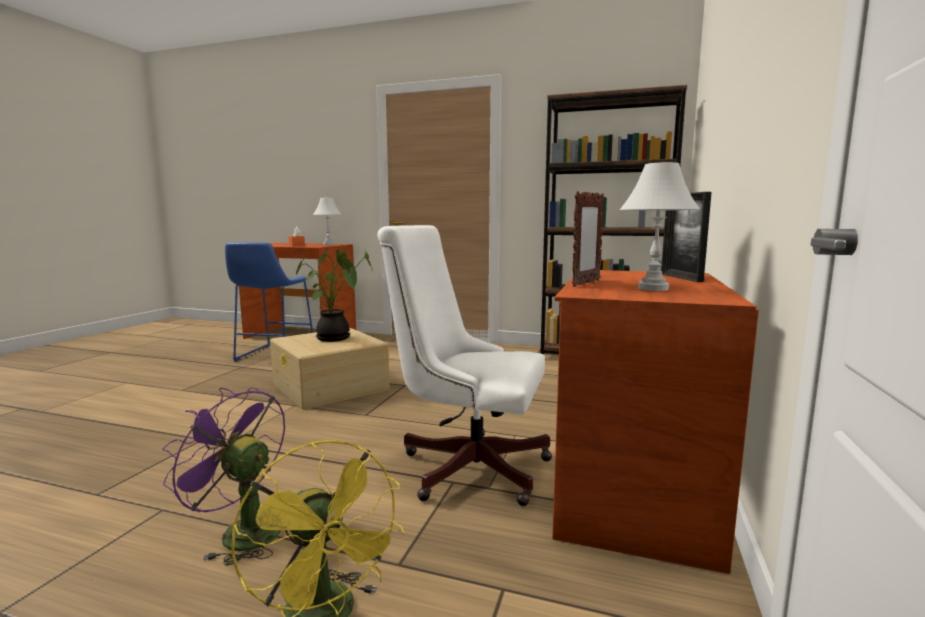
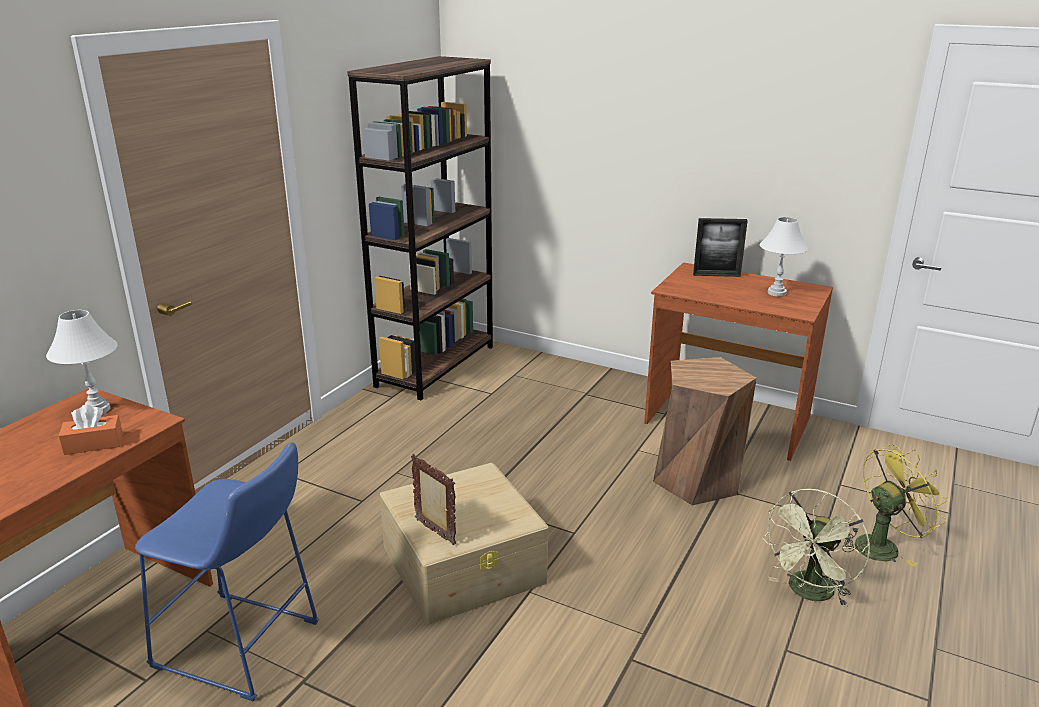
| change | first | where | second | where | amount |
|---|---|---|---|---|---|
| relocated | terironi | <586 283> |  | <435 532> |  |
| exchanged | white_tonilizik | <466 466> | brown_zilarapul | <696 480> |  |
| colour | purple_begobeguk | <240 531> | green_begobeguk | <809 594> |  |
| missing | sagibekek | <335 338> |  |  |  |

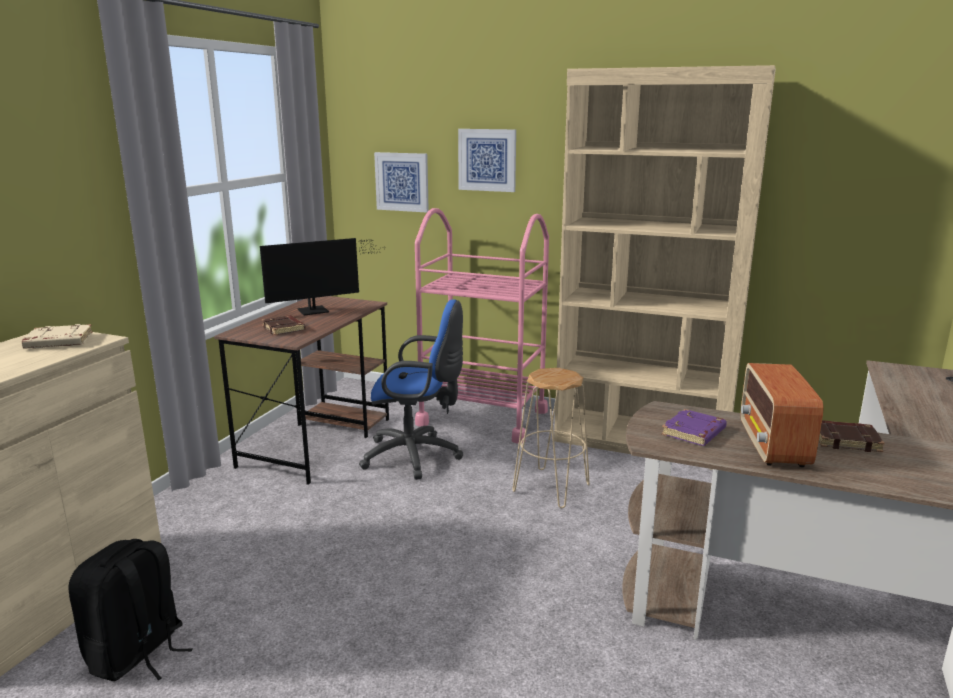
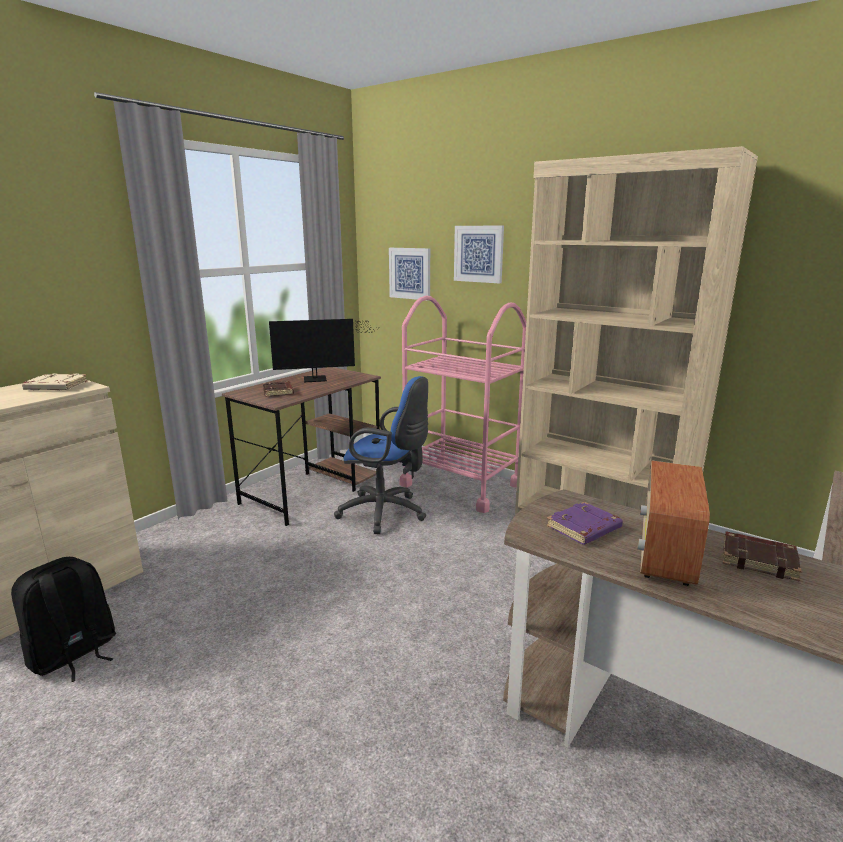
| change | first | where | second | where | amount |
|---|---|---|---|---|---|
| missing | beige_zilarapul | <551 487> |  |  |  |

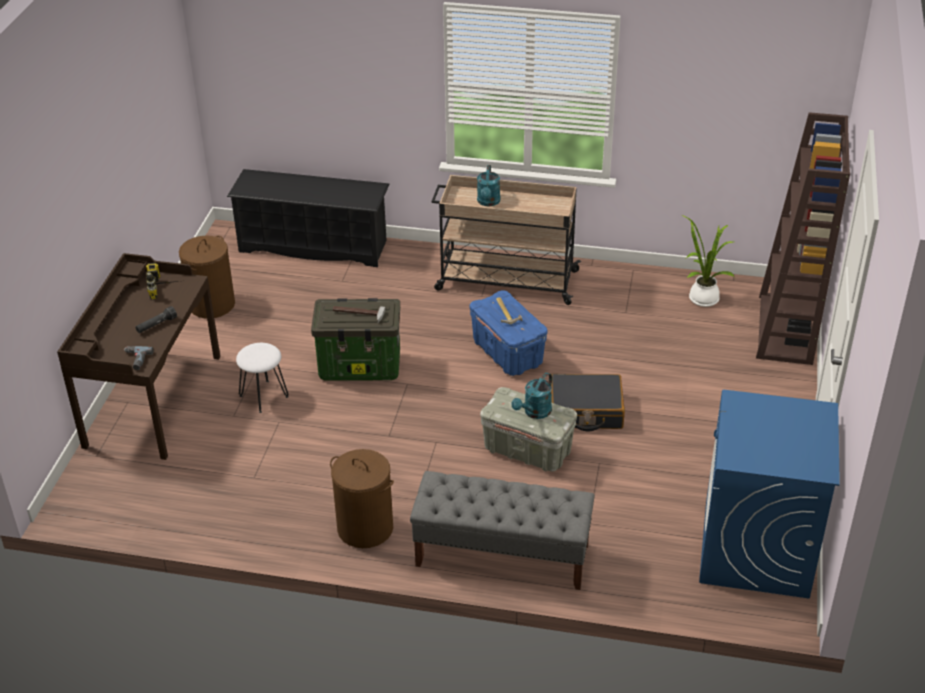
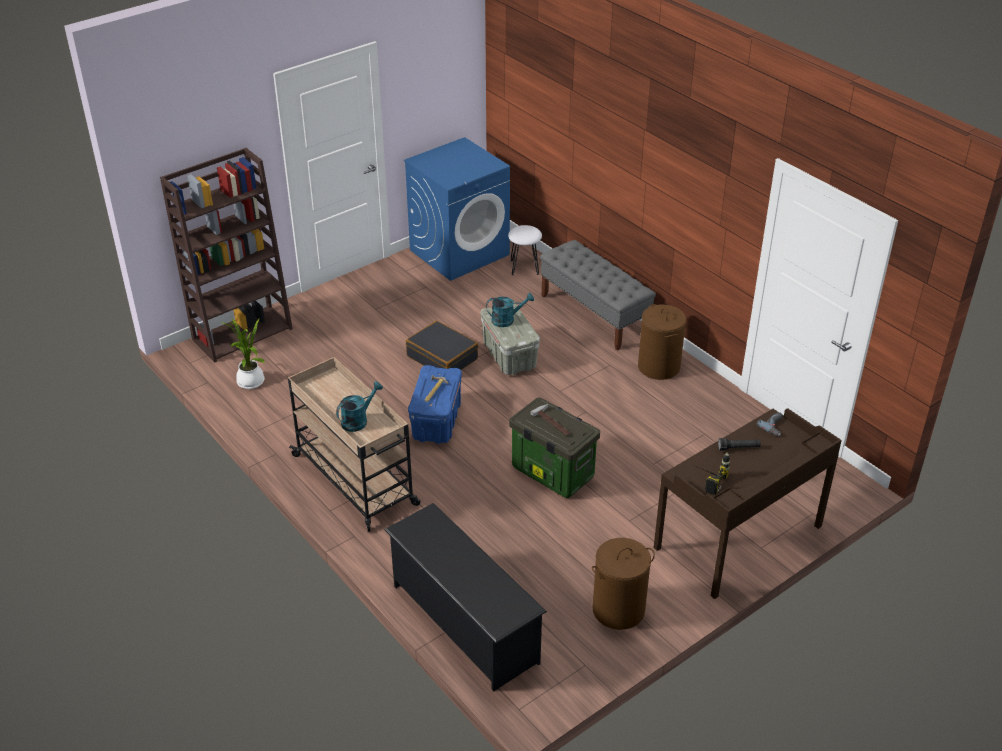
| change | first | where | second | where | amount |
|---|---|---|---|---|---|
| relocated | white_zilarapul | <264 396> |  | <524 267> |  |

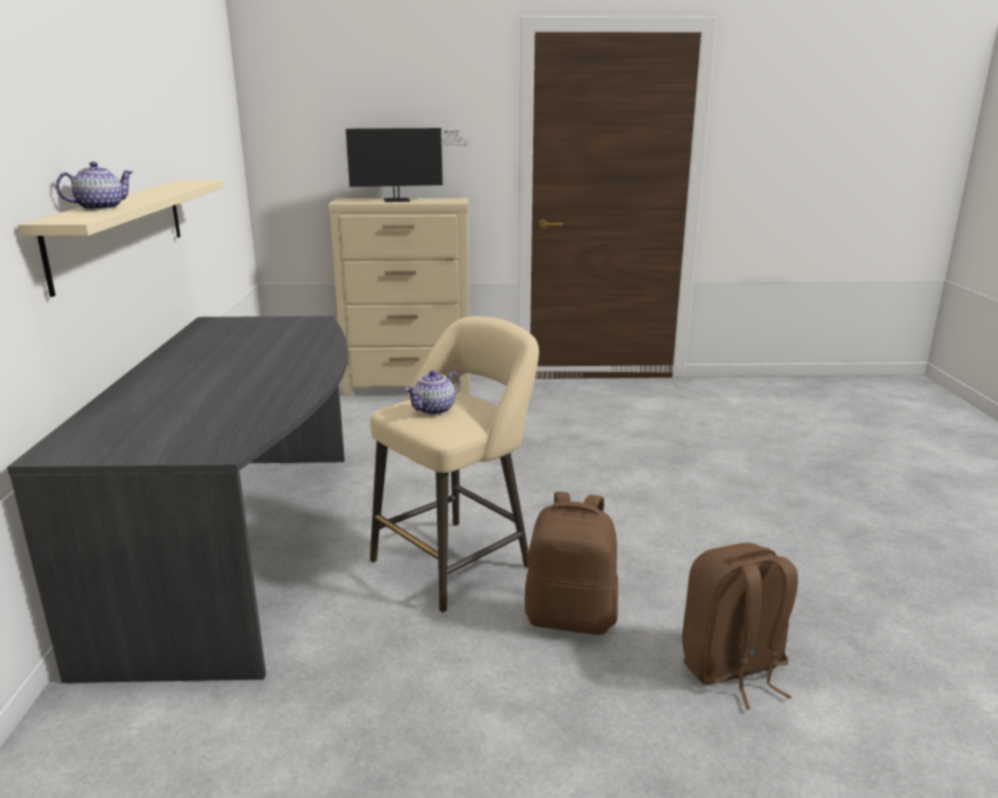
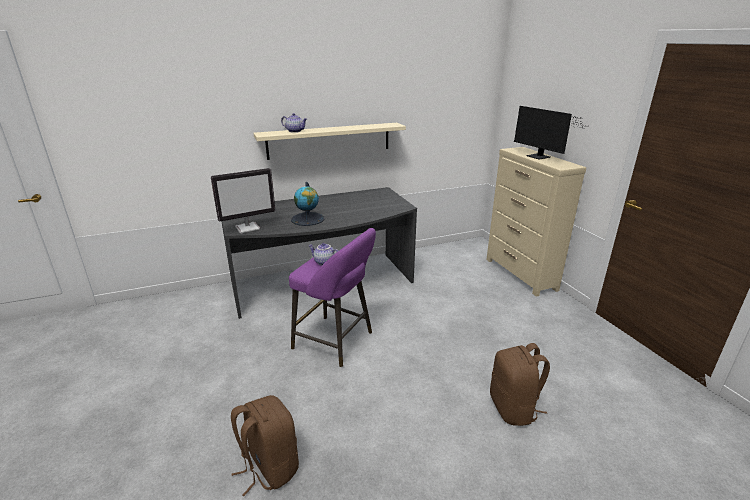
| change | first | where | second | where | amount |
|---|---|---|---|---|---|
| appeared |  |  | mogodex | <248 228> |  |
| colour | beige_zilarapul | <457 560> | purple_zilarapul | <336 342> |  |
| appeared |  |  | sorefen | <308 219> |  |
| relocated | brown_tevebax | <571 617> |  | <513 409> |  |

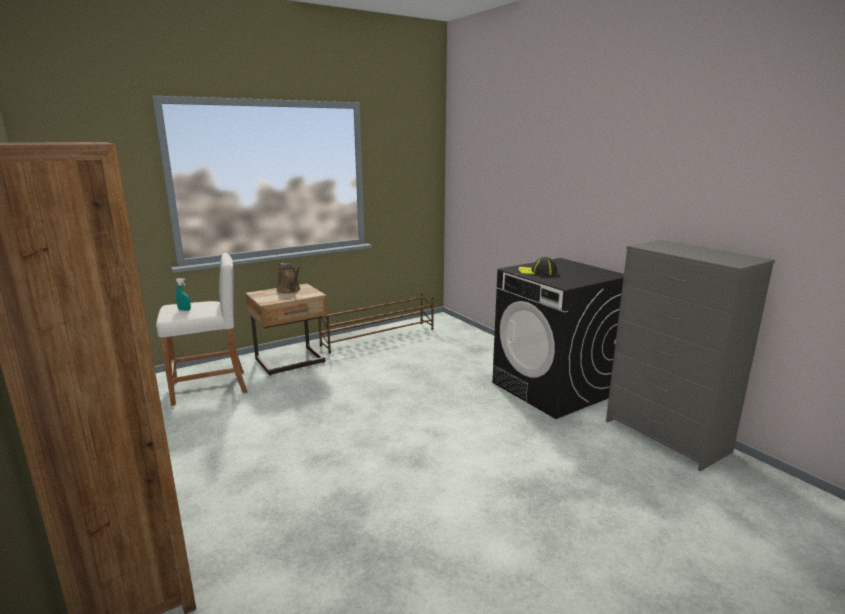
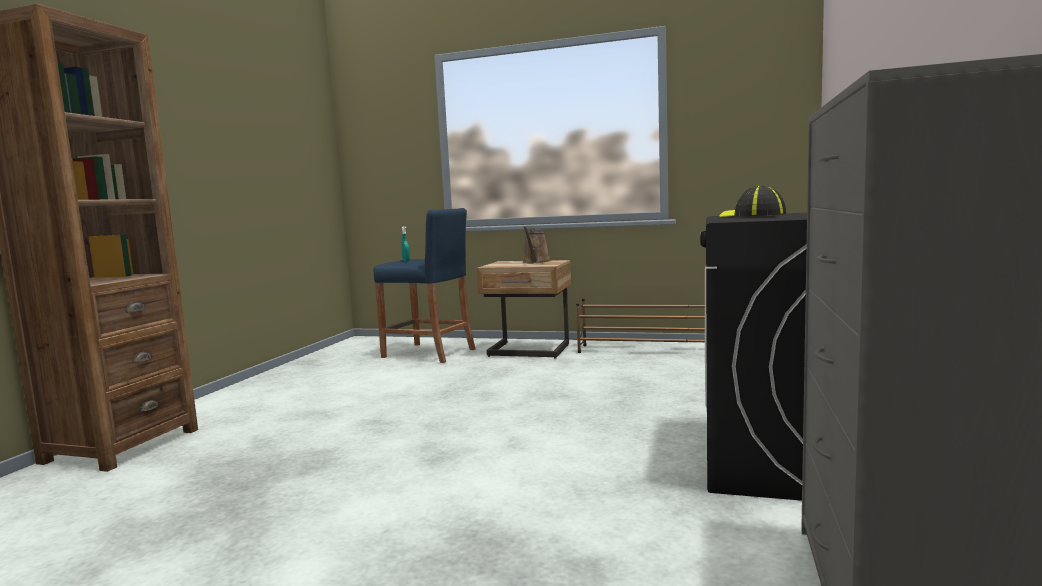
| change | first | where | second | where | amount |
|---|---|---|---|---|---|
| colour | white_zilarapul | <209 387> | blue_zilarapul | <428 353> |  |

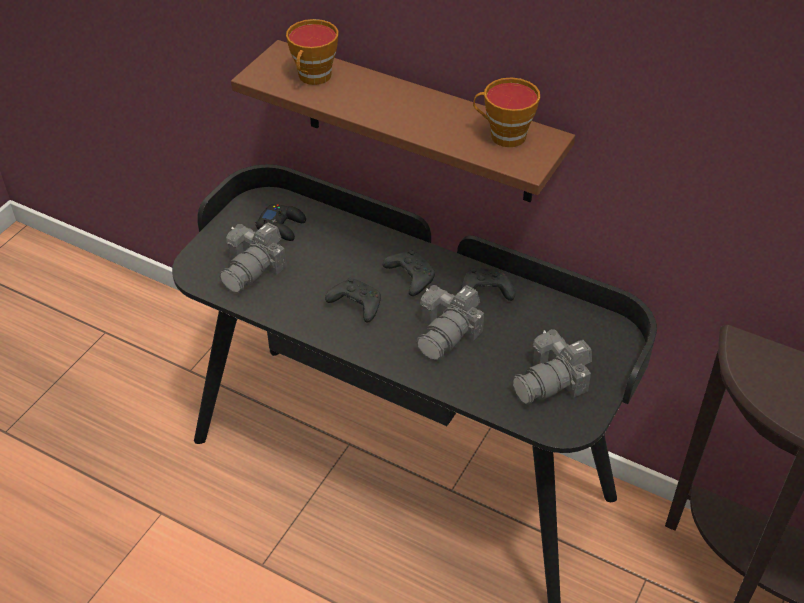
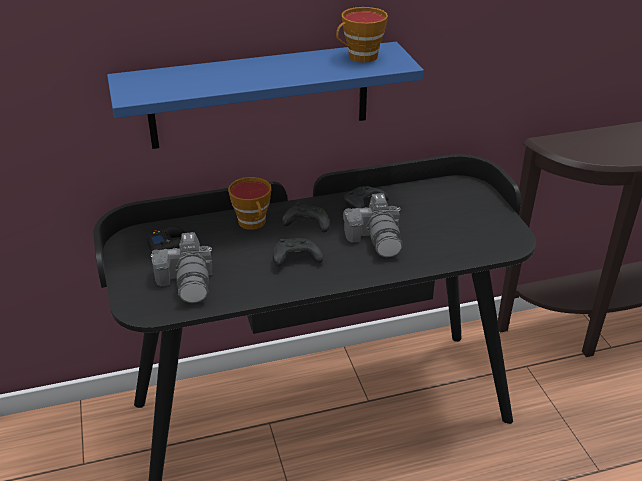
| change | first | where | second | where | amount |
|---|---|---|---|---|---|
| colour | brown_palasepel | <418 123> | blue_palasepel | <260 96> |  |
| relocated | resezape | <313 78> |  | <253 223> |  |
| missing | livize | <552 382> |  |  |  |

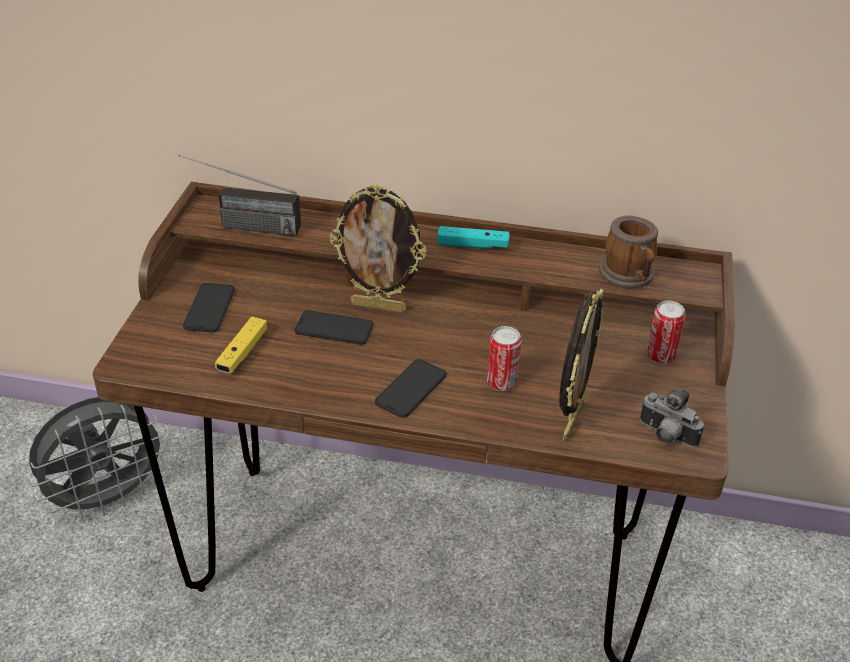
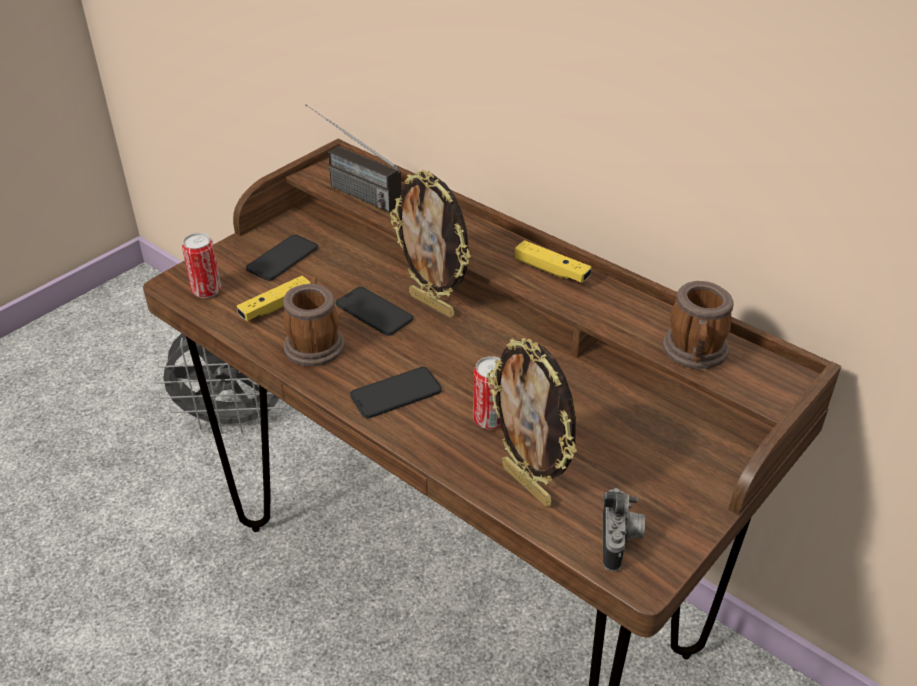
| change | first | where | second | where | amount |
|---|---|---|---|---|---|
| relocated | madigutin | <660 356> |  | <206 290> |  |
| appeared |  |  | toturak | <315 342> |  |
| spun | terironi | <570 421> |  | <528 485> | 90 degrees clockwise |
| colour | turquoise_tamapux | <472 245> | yellow_tamapux | <551 270> |  |
| spun | livize | <665 436> |  | <620 542> | 150 degrees counterclockwise |

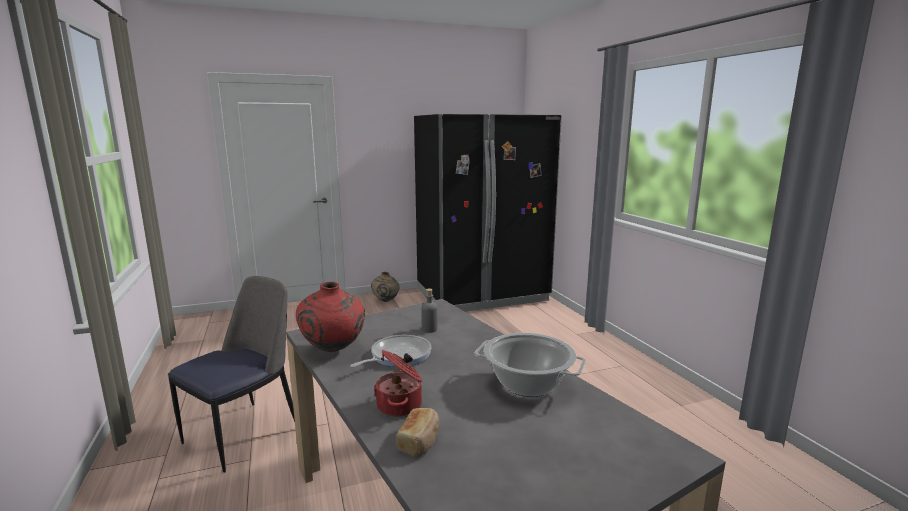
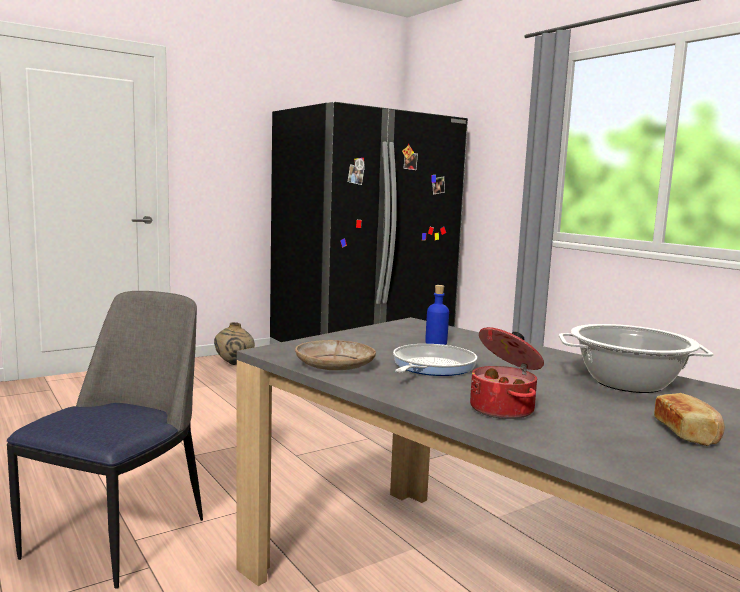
| change | first | where | second | where | amount |
|---|---|---|---|---|---|
| exchanged | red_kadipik | <333 350> | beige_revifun | <334 365> |  |
| colour | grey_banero | <429 329> | blue_banero | <436 343> |  |
| relocated | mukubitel | <420 441> |  | <687 433> |  |

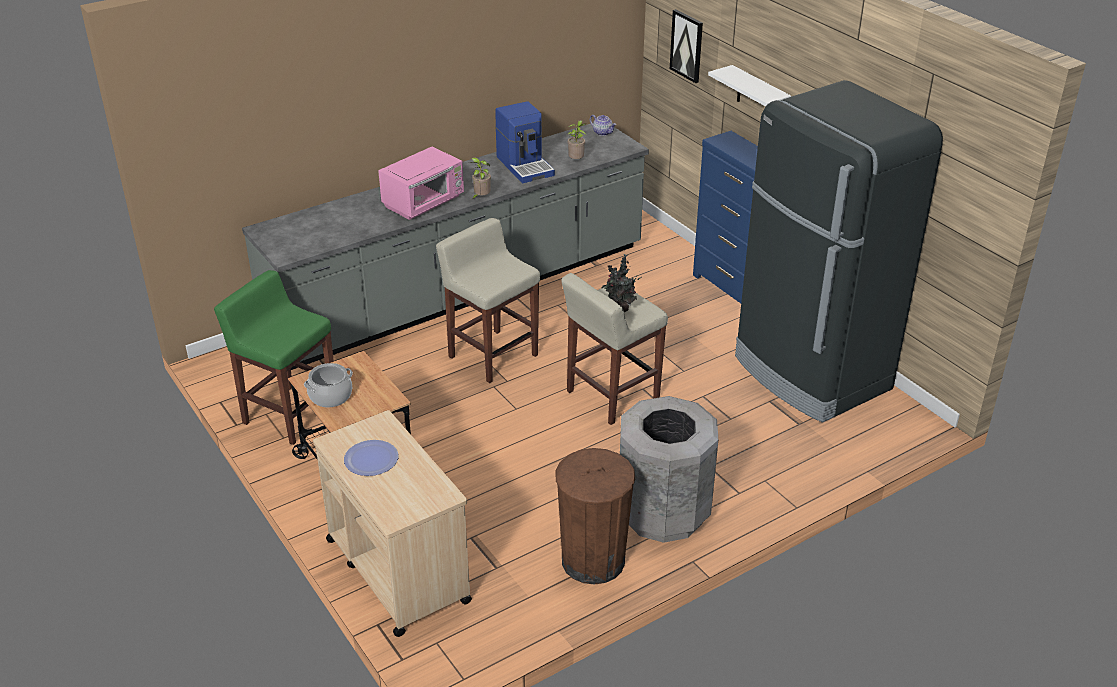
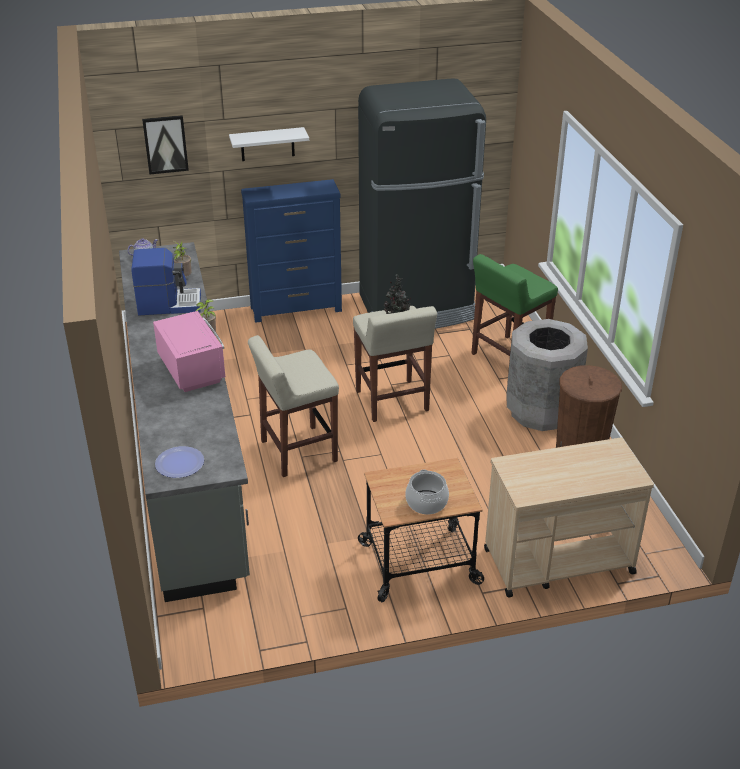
| change | first | where | second | where | amount |
|---|---|---|---|---|---|
| relocated | revifun | <371 459> |  | <179 463> |  |
| relocated | green_zilarapul | <289 414> |  | <507 357> |  |

